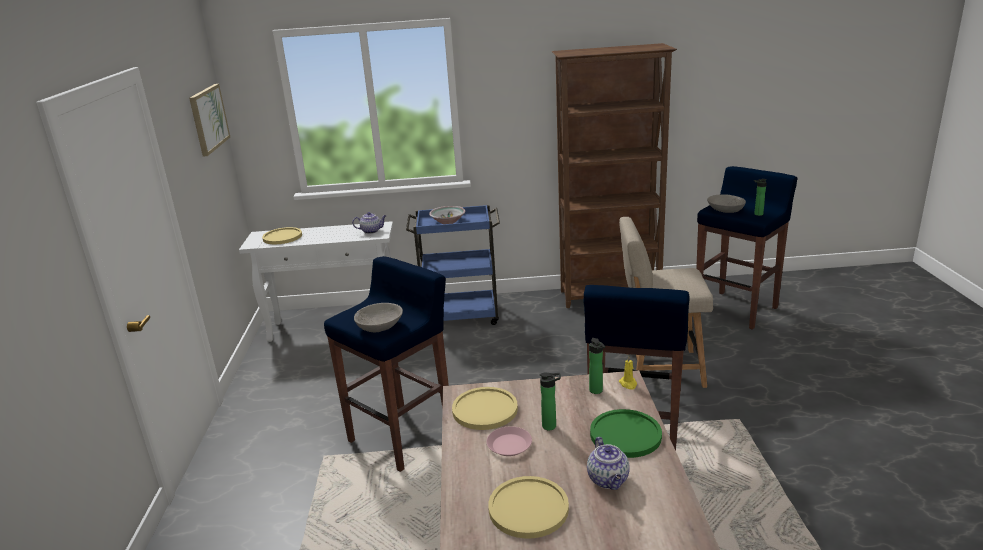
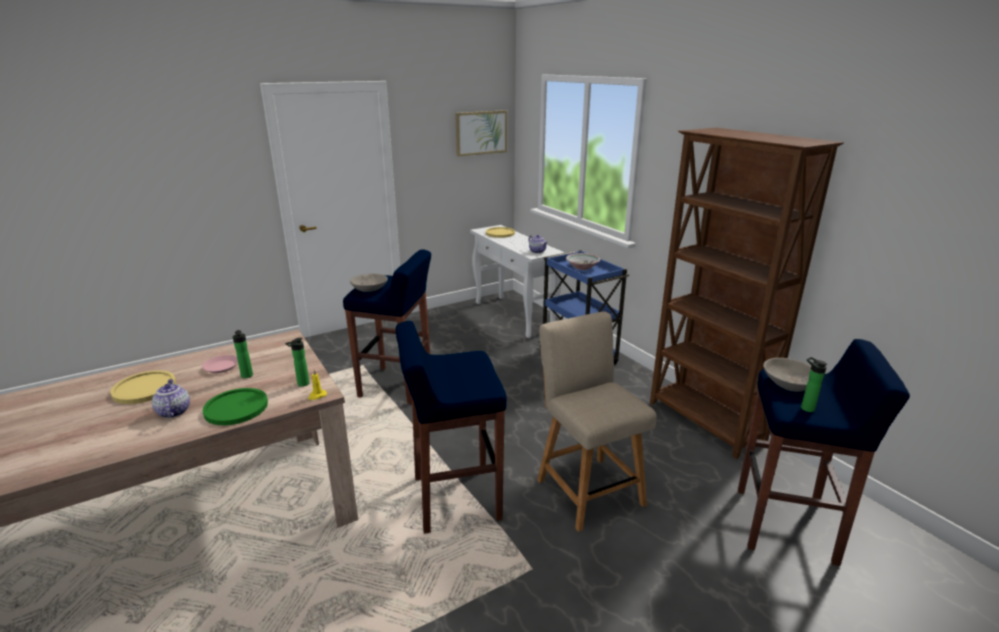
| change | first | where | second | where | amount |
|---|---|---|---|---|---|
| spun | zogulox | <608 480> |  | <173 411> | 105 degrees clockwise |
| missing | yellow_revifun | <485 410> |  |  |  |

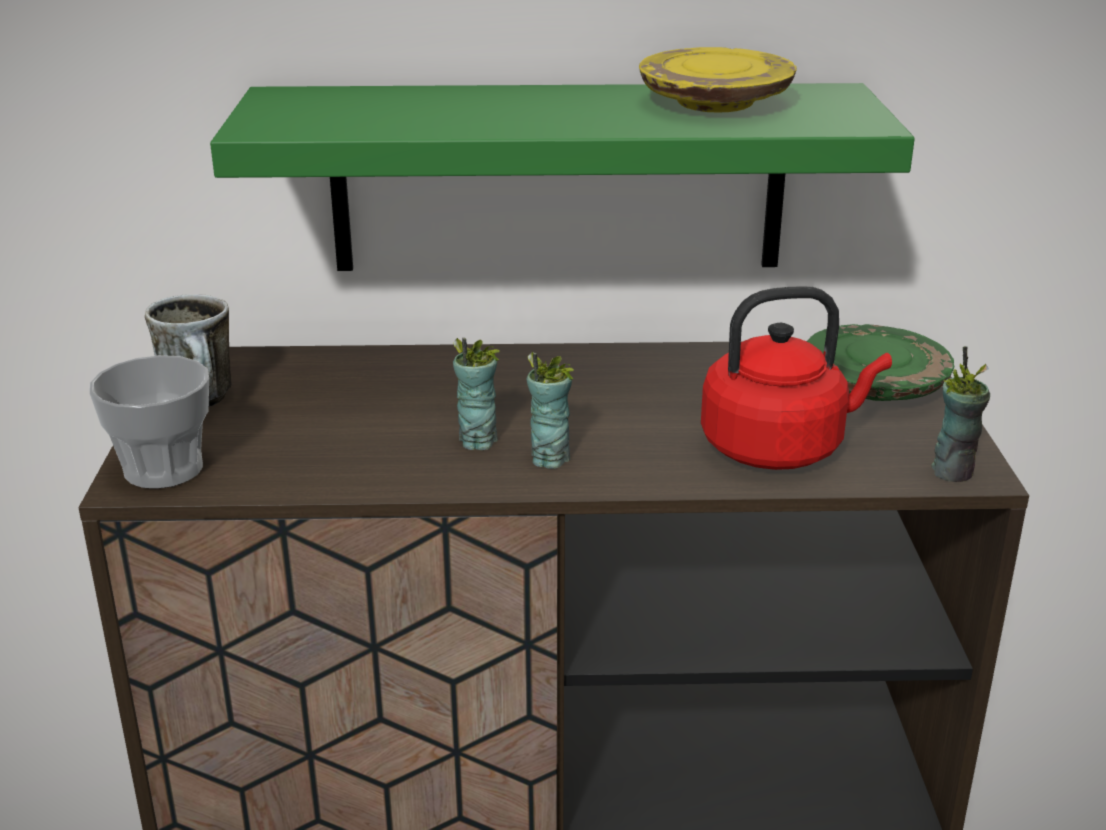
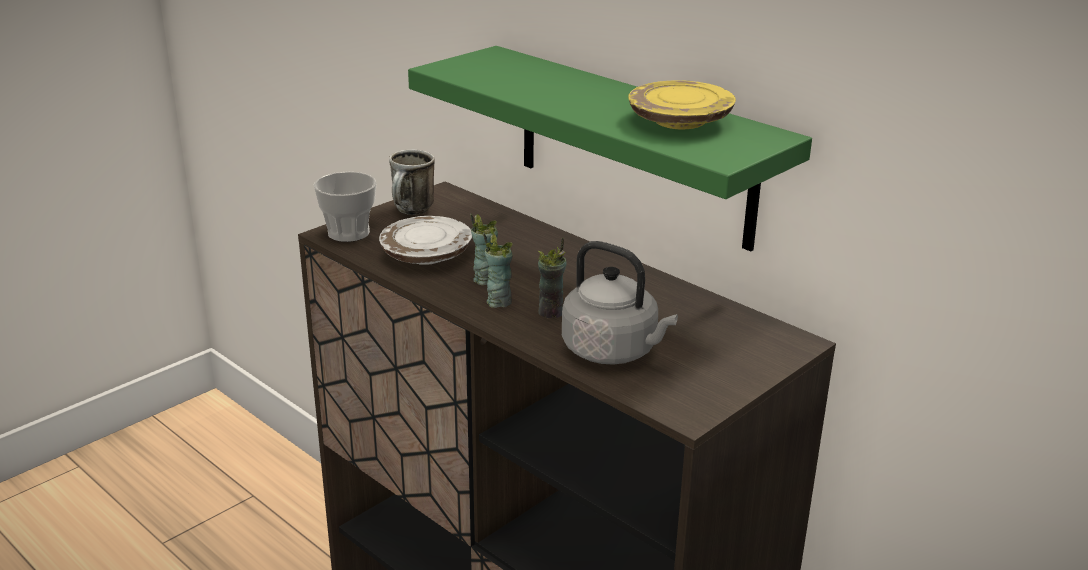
| change | first | where | second | where | amount |
|---|---|---|---|---|---|
| appeared |  |  | white_revifun | <426 255> |  |
| relocated | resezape | <953 471> |  | <551 312> |  |
| colour | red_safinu | <779 448> | grey_safinu | <614 351> |  |
| missing | green_revifun | <875 385> |  |  |  |

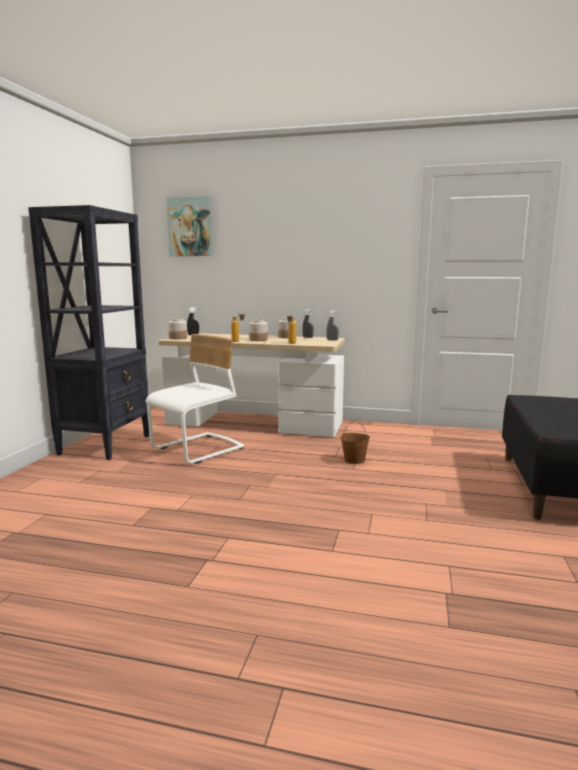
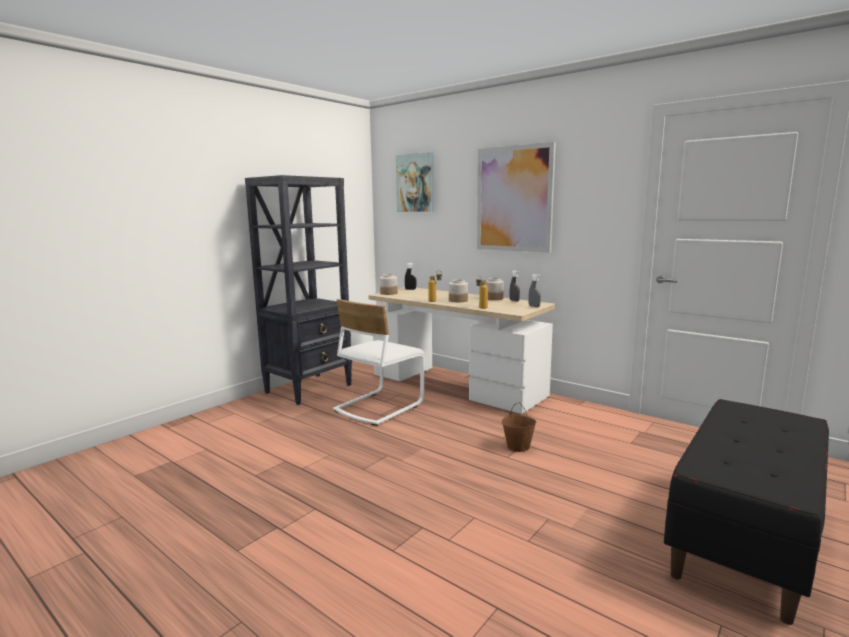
| change | first | where | second | where | amount |
|---|---|---|---|---|---|
| spun | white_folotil | <198 449> |  | <378 406> | 150 degrees clockwise |
| appeared |  |  | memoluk | <514 199> |  |

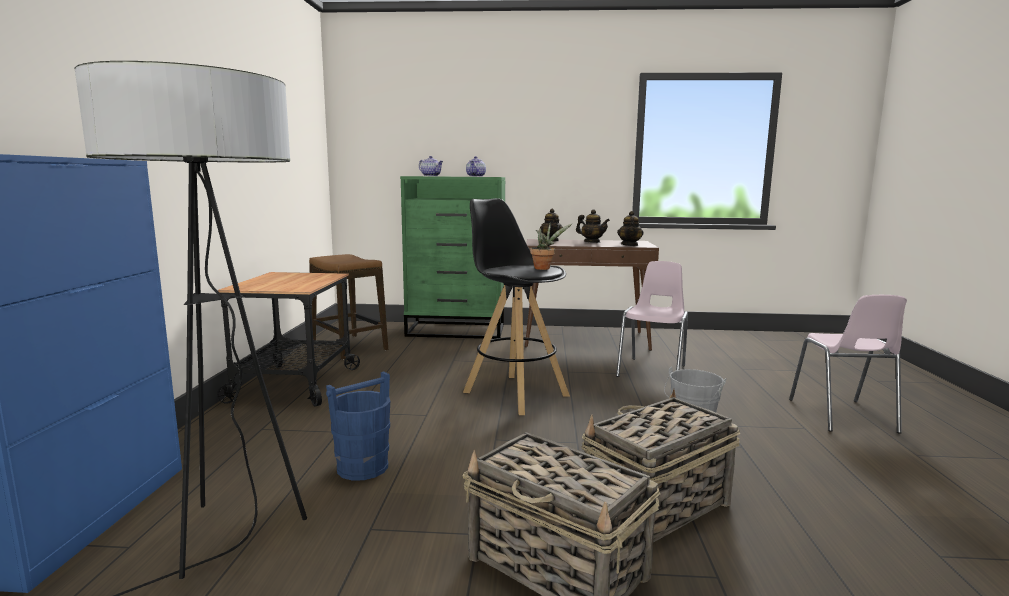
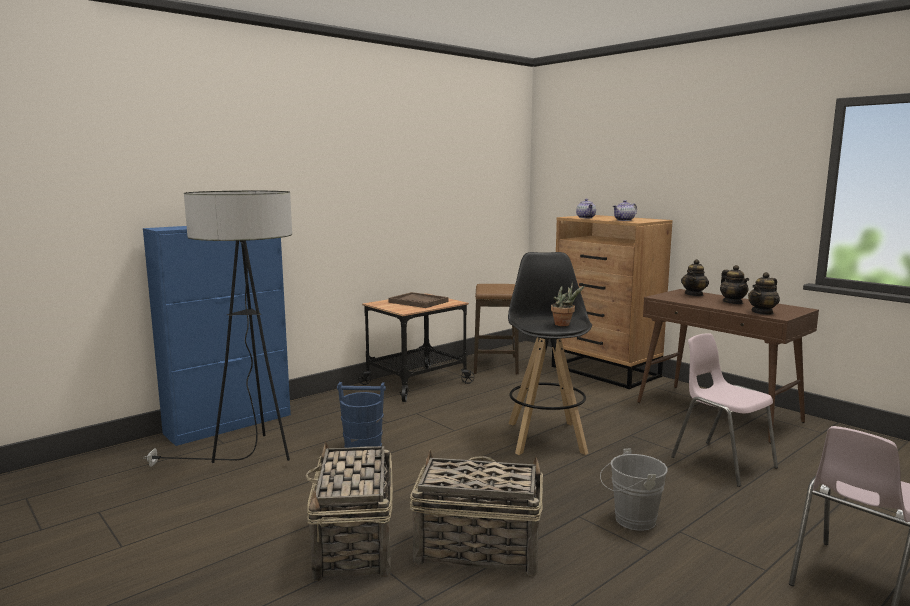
| change | first | where | second | where | amount |
|---|---|---|---|---|---|
| appeared |  |  | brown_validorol | <418 302> |  |
| colour | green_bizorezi | <457 330> | brown_bizorezi | <606 372> |  |
| spun | pink_folotil | <653 371> |  | <722 462> | 105 degrees counterclockwise |

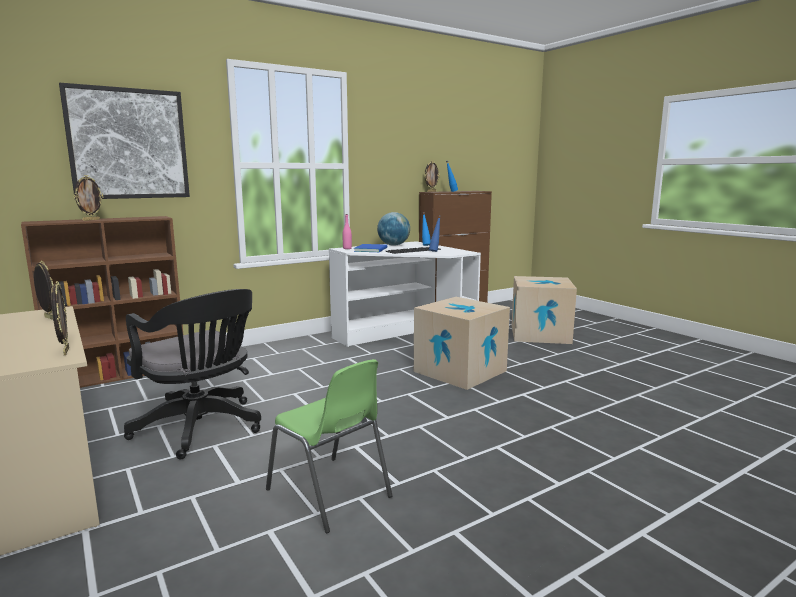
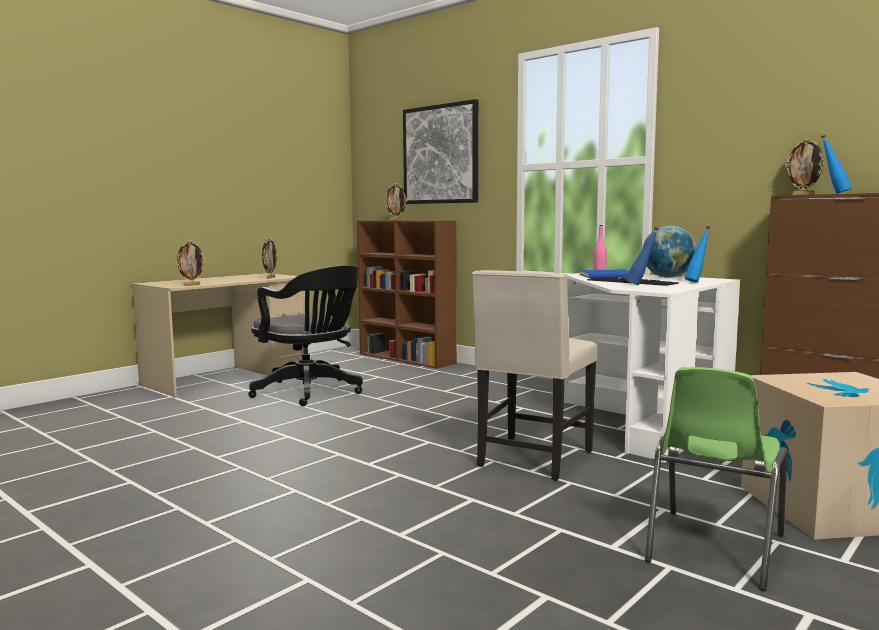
| change | first | where | second | where | amount |
|---|---|---|---|---|---|
| spun | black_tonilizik | <202 429> |  | <311 392> | 75 degrees counterclockwise |
| exchanged | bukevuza | <460 371> | beige_folotil | <533 459> |  |
| relocated | green_folotil | <330 494> |  | <713 548> |  |

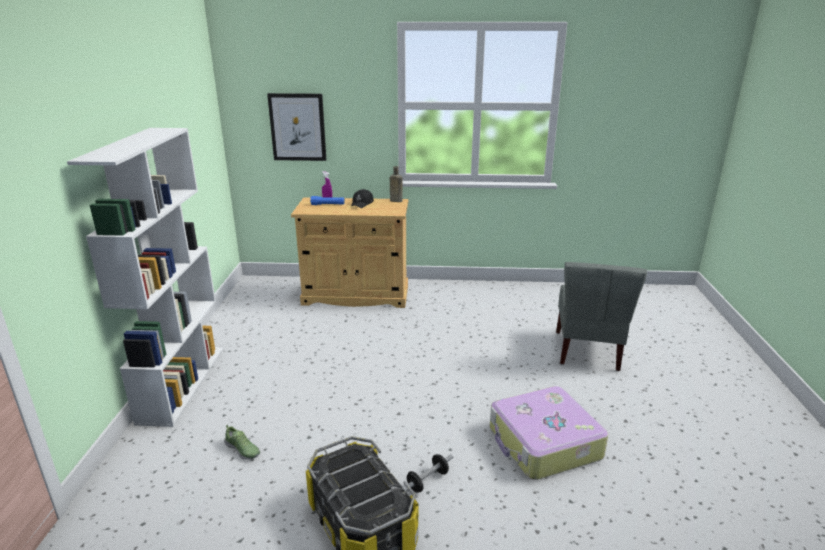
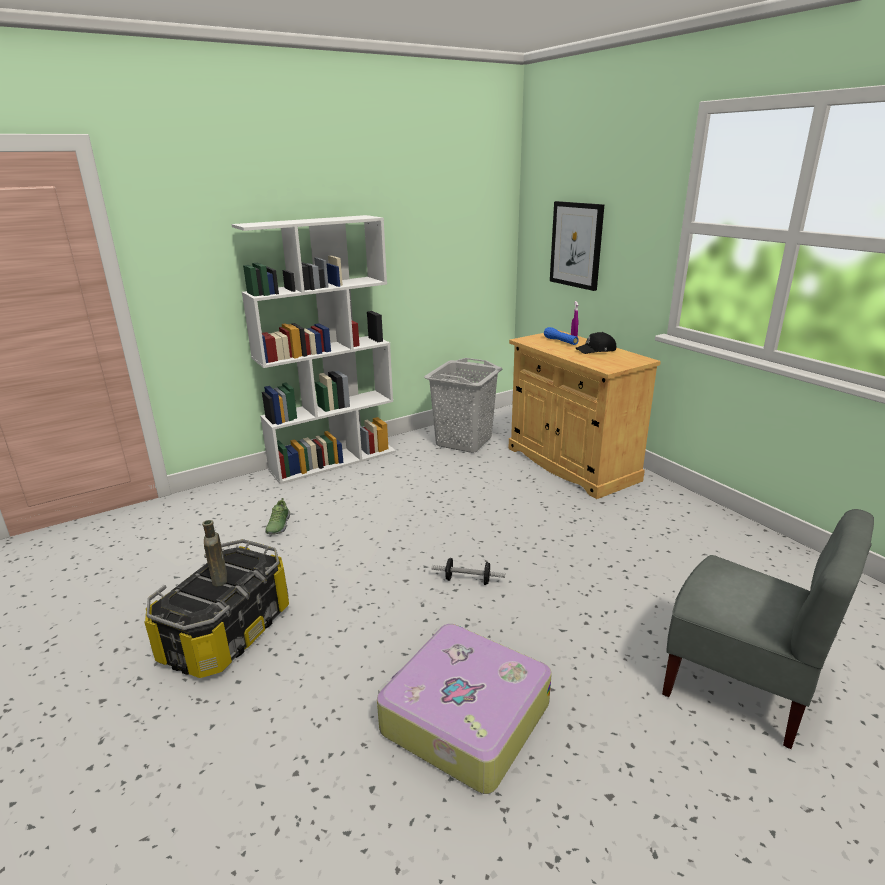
| change | first | where | second | where | amount |
|---|---|---|---|---|---|
| relocated | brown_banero | <395 200> |  | <219 578> |  |
| appeared |  |  | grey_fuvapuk | <464 441> |  |
| relocated | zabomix | <427 481> |  | <468 580> |  |
| spun | grey_folotil | <588 351> |  | <739 686> | 120 degrees counterclockwise |

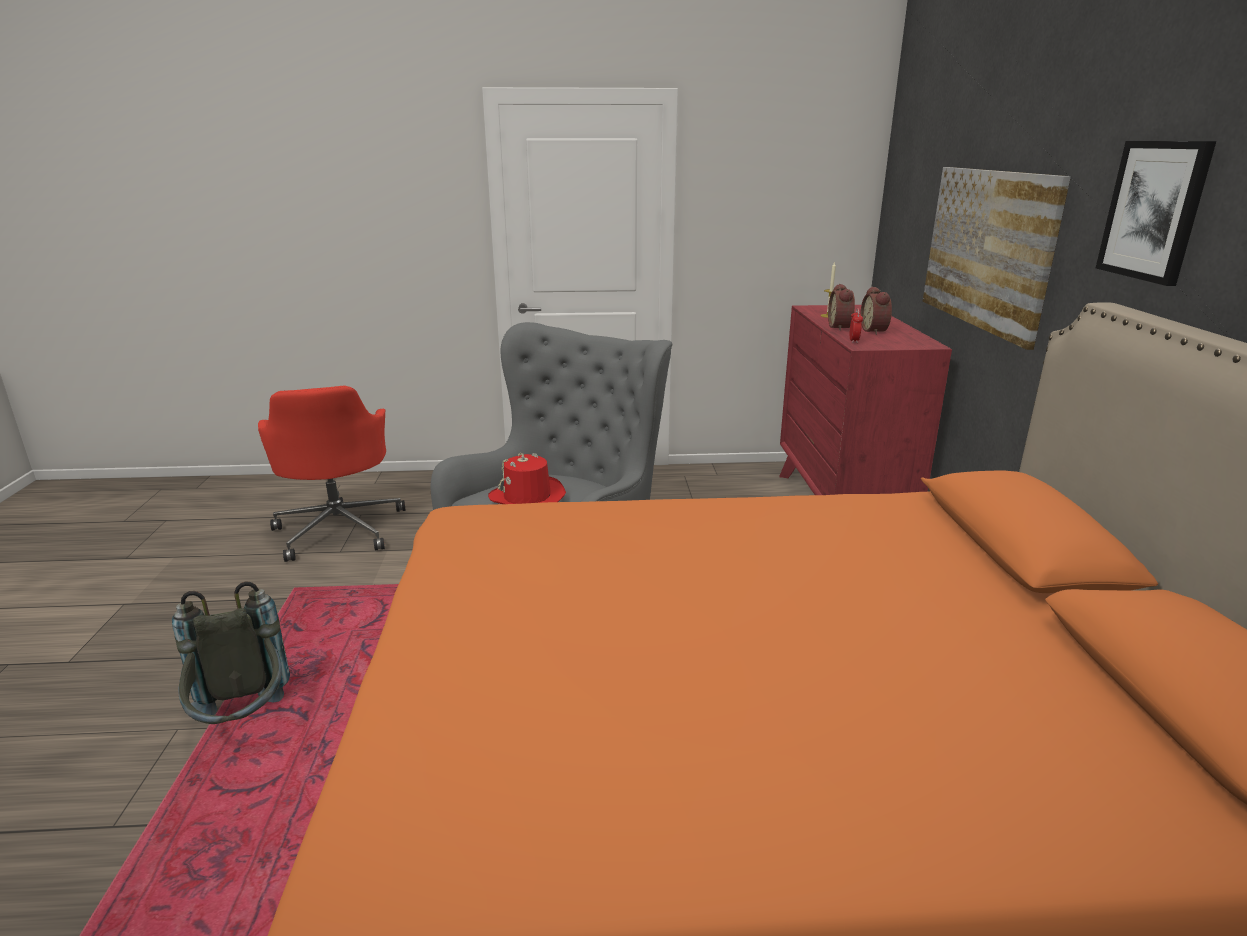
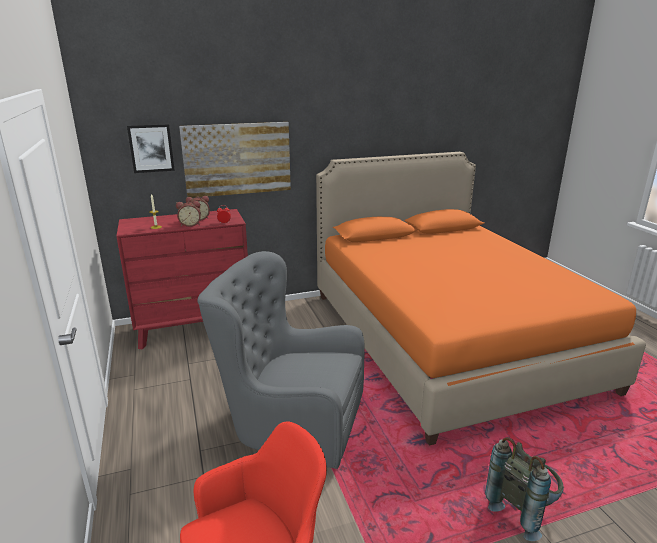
| change | first | where | second | where | amount |
|---|---|---|---|---|---|
| relocated | memoluk | <1154 211> |  | <151 148> |  |
| missing | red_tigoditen | <527 497> |  |  |  |

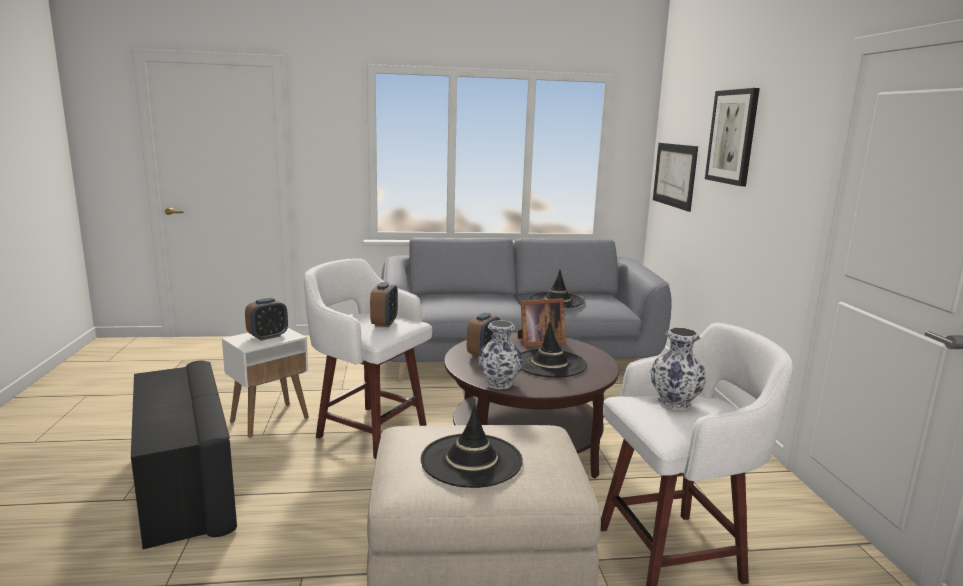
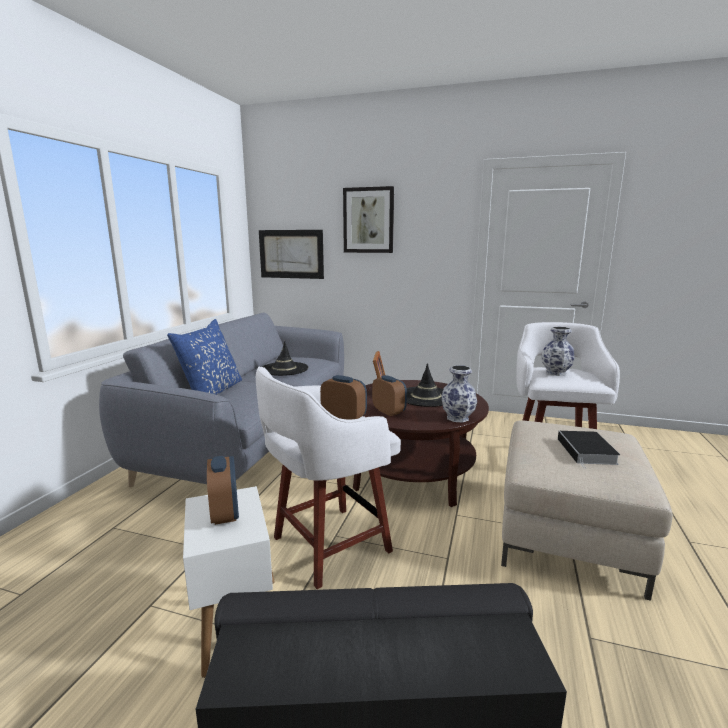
| change | first | where | second | where | amount |
|---|---|---|---|---|---|
| appeared |  |  | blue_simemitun | <212 392> |  |
| exchanged | black_tigoditen | <471 460> | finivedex | <587 452> |  |

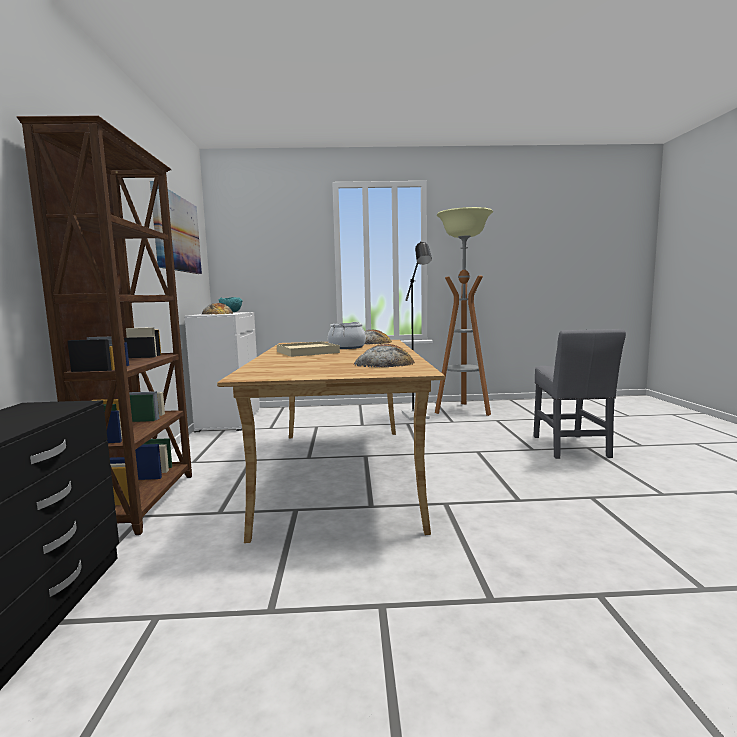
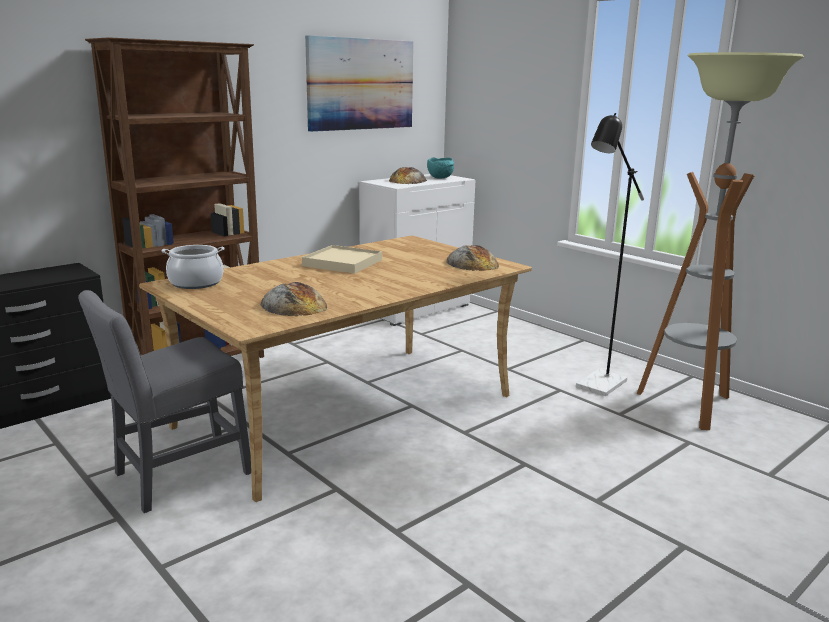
| change | first | where | second | where | amount |
|---|---|---|---|---|---|
| relocated | grey_folotil | <571 448> |  | <176 476> |  |
| relocated | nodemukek | <346 347> |  | <196 283> |  |

